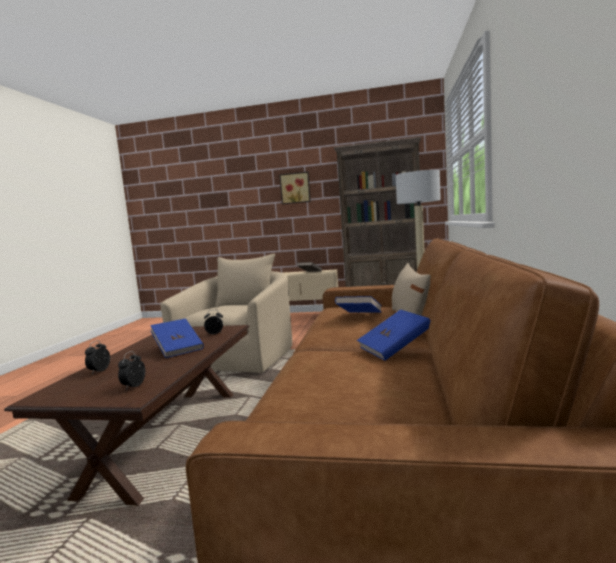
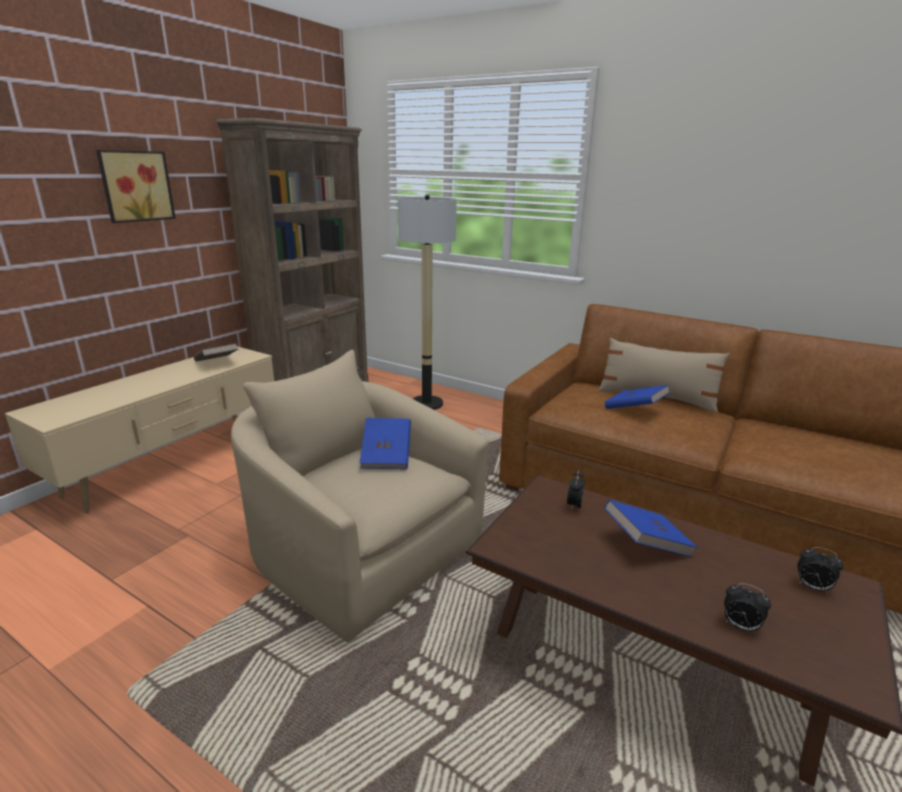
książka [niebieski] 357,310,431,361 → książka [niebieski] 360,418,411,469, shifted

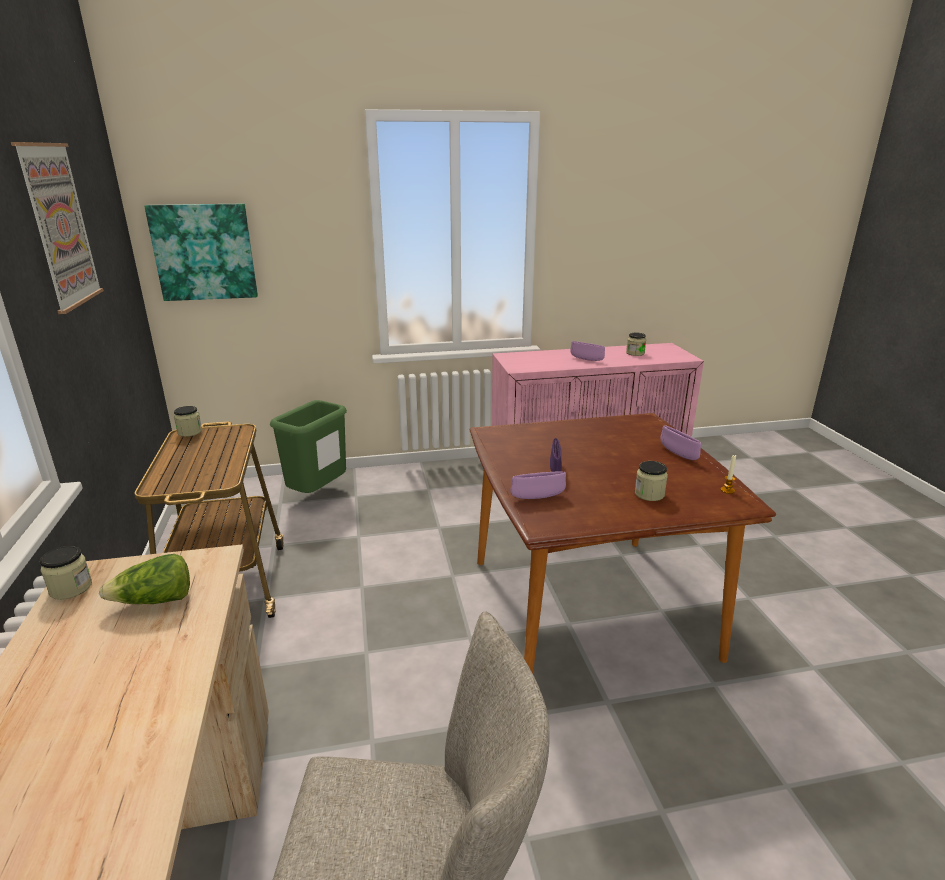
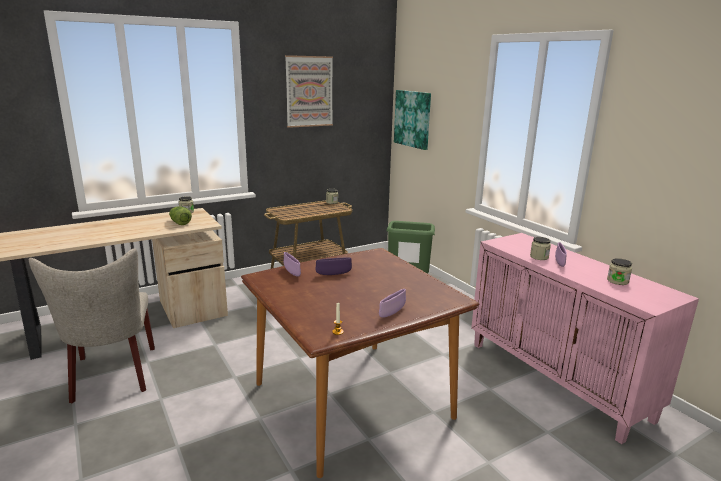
słoik 635,461,668,501 → słoik 530,237,551,260, shifted

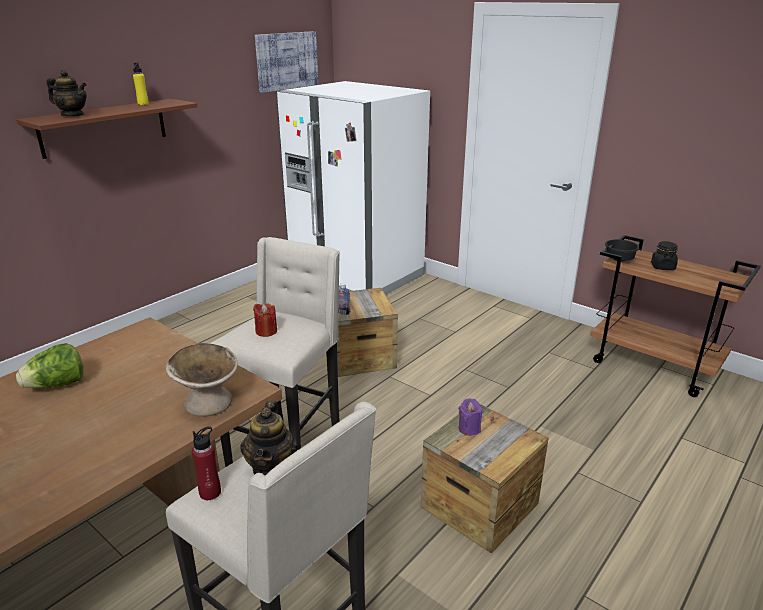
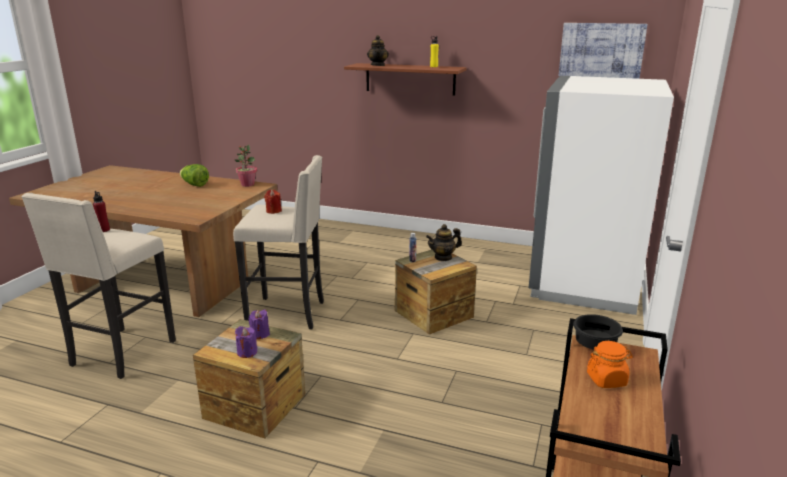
słoik [czarny] 651,241,678,270 → słoik [pomarańczowy] 587,341,633,388
miska [beżowy] 166,343,238,417 → -
imbryk 240,400,298,476 → imbryk 426,224,462,261, shifted
- → roślina doniczkowa 235,145,257,187
- → świeca [fioletowy] 235,326,257,358

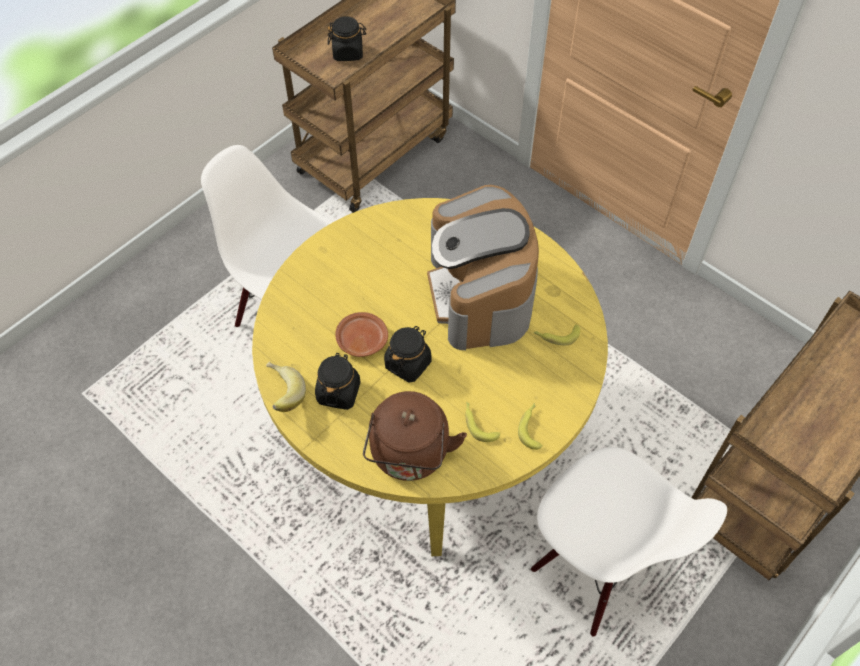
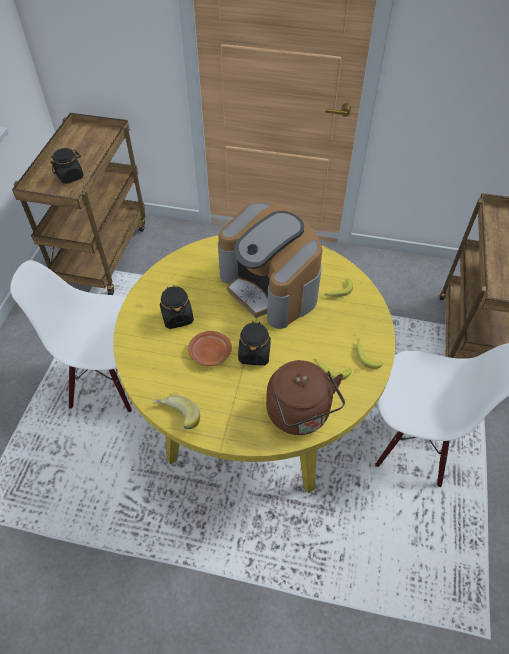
słoik [czarny] 315,353,360,410 → słoik [czarny] 160,285,194,329, shifted

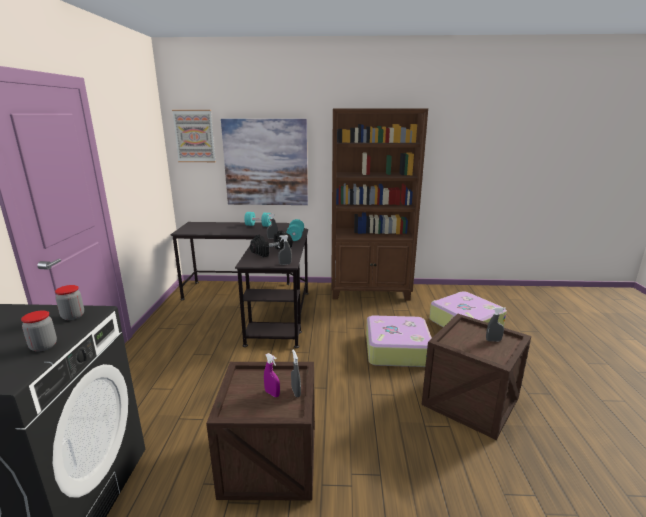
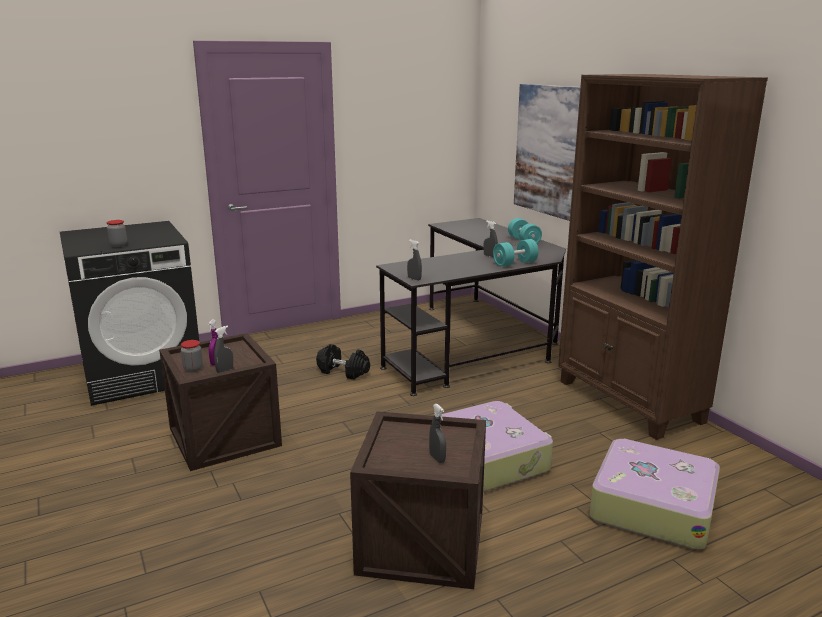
obraz 172,110,216,162 → -
hantel [czarny] 250,230,293,257 → hantel [czarny] 316,344,370,379, shifted
słoik 55,285,84,320 → słoik 181,340,203,372, shifted

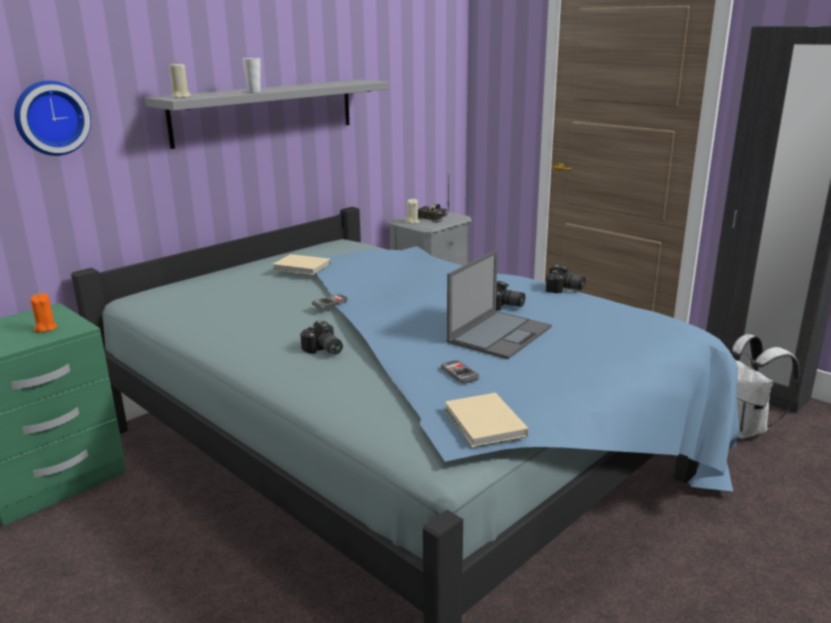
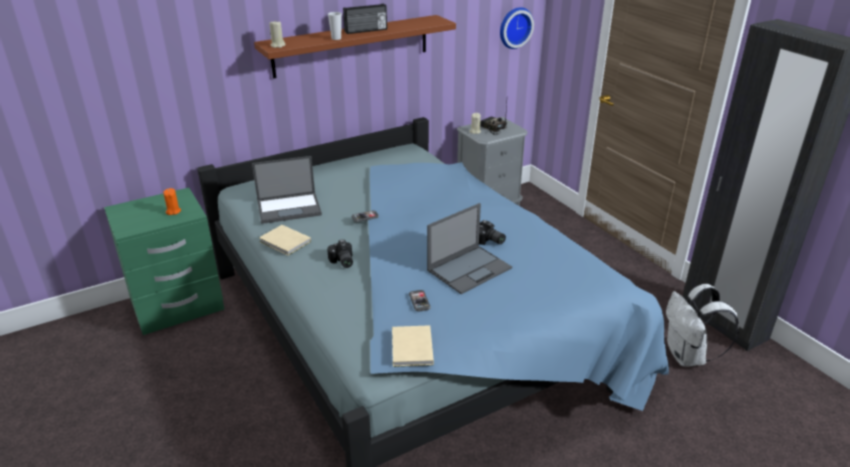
półka [szary] 145,80,389,149 → półka [brązowy] 254,15,456,79
zegar ścienny 14,81,91,156 → zegar ścienny 500,7,534,49, shifted
książka [beżowy] 272,254,331,275 → książka [beżowy] 259,225,311,256, shifted
aparat fotograficzny 546,265,585,293 → -
- → radio 343,4,387,34
- → laptop 252,156,322,224

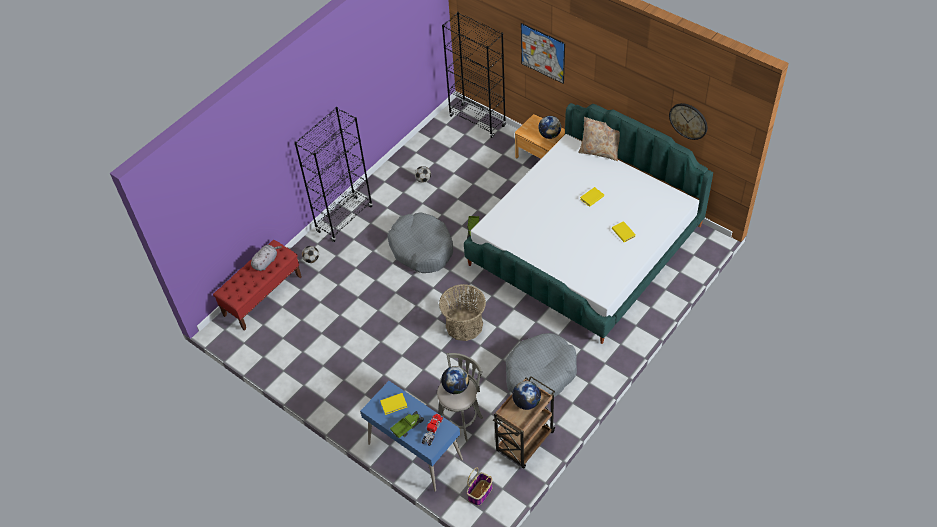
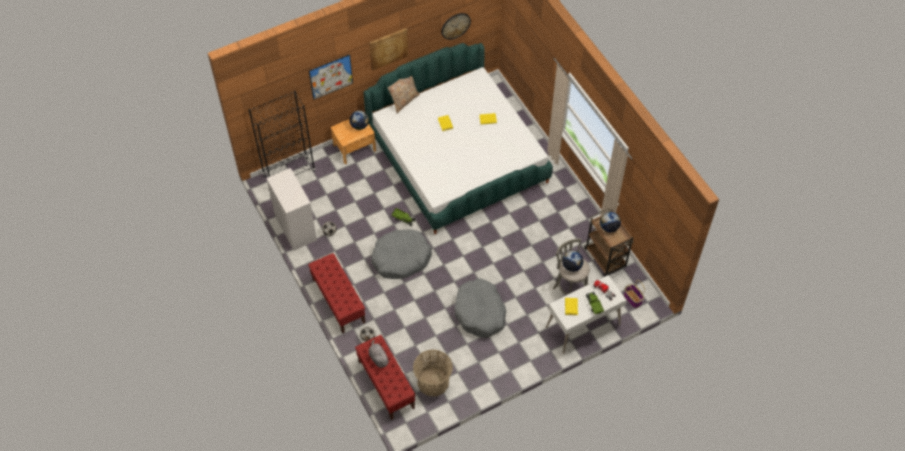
regał [czarny] 294,107,373,242 → ławka [czerwony] 308,253,365,334
koszyk 439,284,486,341 → koszyk 413,349,453,397, shifted
legowisko [szary] 506,333,577,397 → legowisko [szary] 454,278,506,338, shifted
biurko [niebieski] 360,381,463,492 → biurko [biały] 546,275,627,354
- → obraz 369,28,408,71
- → komoda [biały] 266,168,317,250

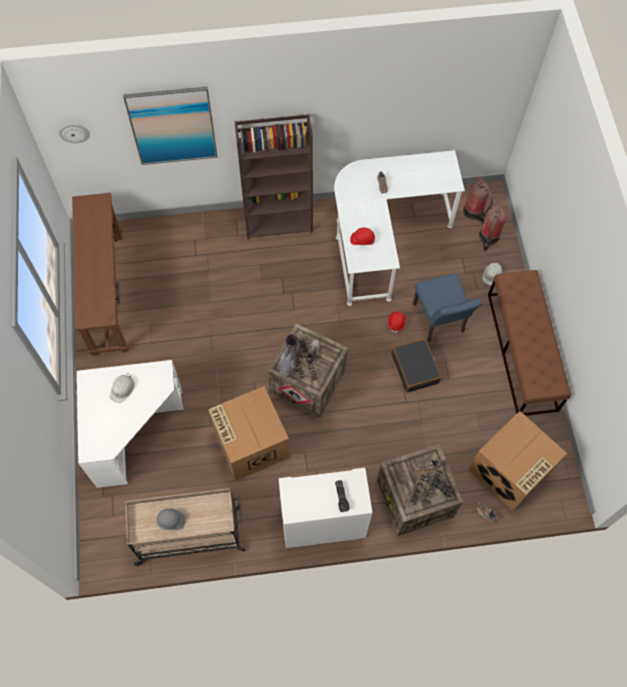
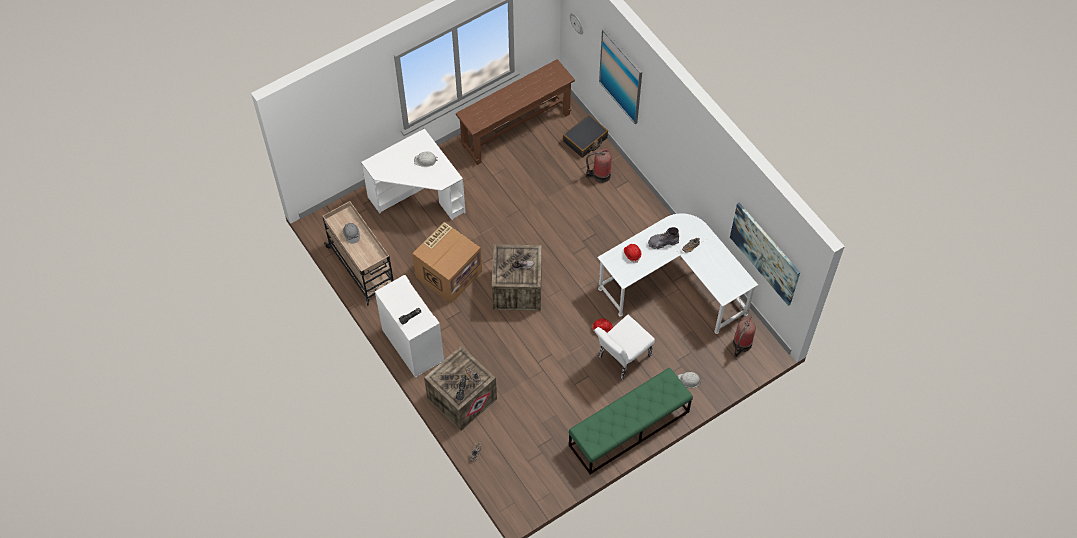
regał [brązowy] 234,114,313,239 → -
gaśnica 479,201,506,251 → gaśnica 586,149,612,183, shifted
ławka [brązowy] 488,270,571,416 → ławka [zielony] 569,368,693,474
krzesło [niebieski] 413,273,482,342 → krzesło [biały] 594,315,655,380
but z cholewką [szary] 278,334,299,376 → but z cholewką [szary] 648,227,679,249, shifted
walizka [czarny] 391,338,442,393 → walizka [czarny] 563,115,608,158, shifted
karton 469,411,567,511 → -
- → obraz 730,203,800,306

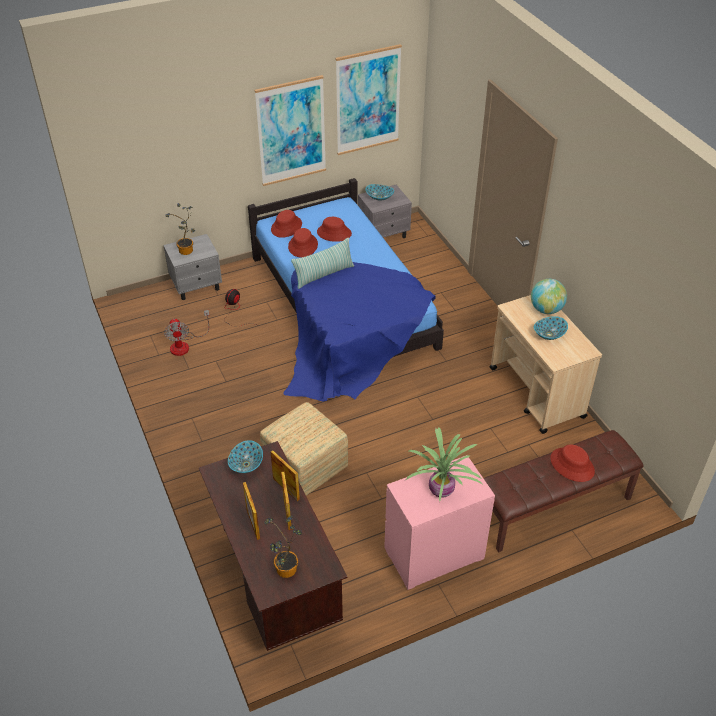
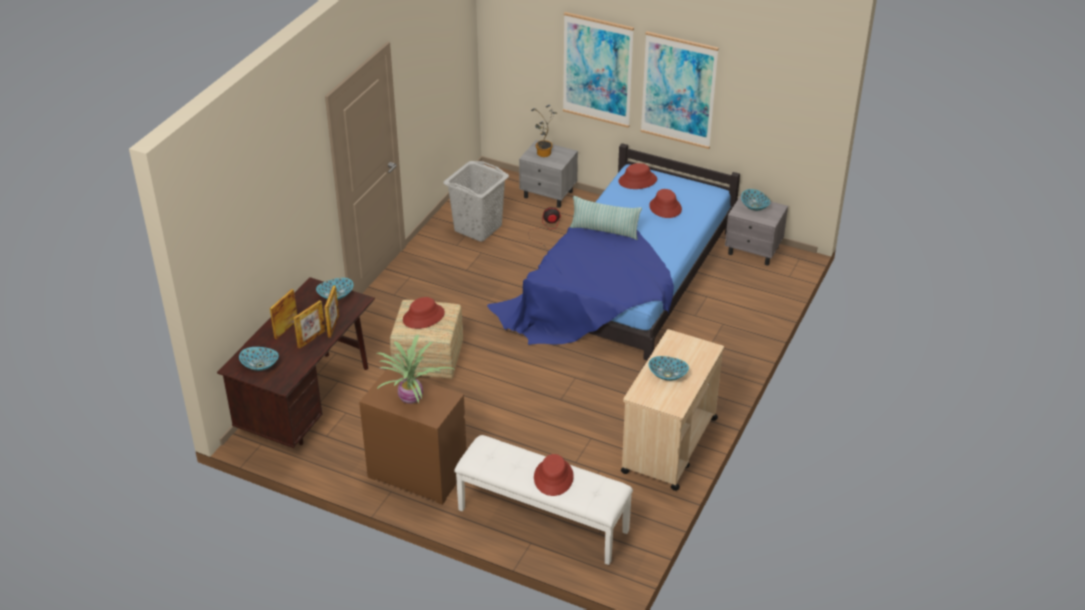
obraz 336,44,402,155 → obraz 563,12,634,128, shifted
kapelusz [czerwony] 288,228,318,257 → kapelusz [czerwony] 403,297,445,329, shifted
globus 531,279,567,314 → -
wentylator 164,310,209,356 → kosz na pranie [szary] 443,161,509,241
ławka [brązowy] 483,430,644,552 → ławka [biały] 454,435,633,565
komoda [różowy] 384,455,495,590 → komoda [brązowy] 359,369,467,505
roślina doniczkowa 264,516,302,578 → miska 239,347,279,371

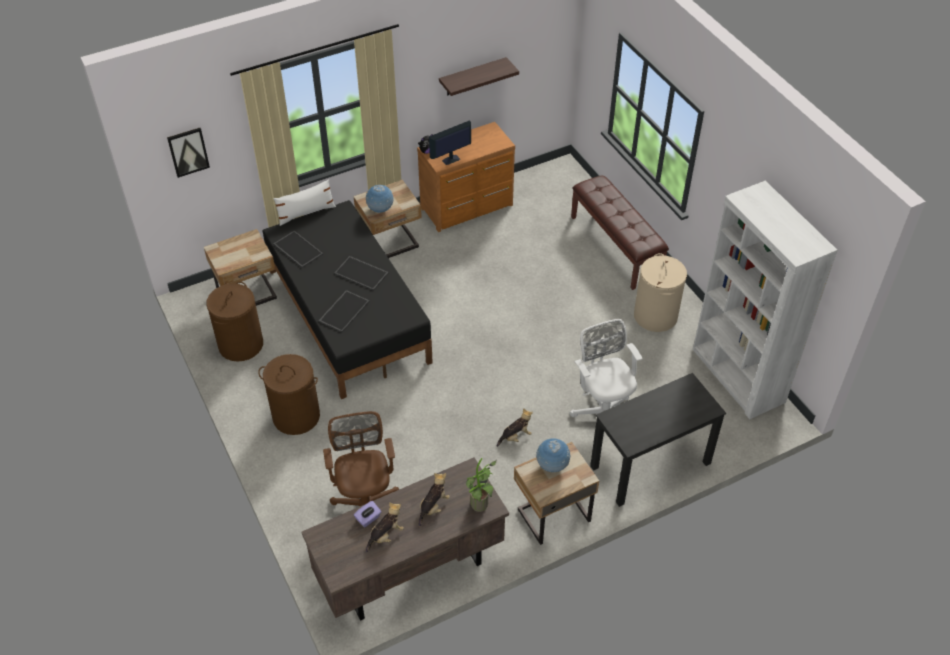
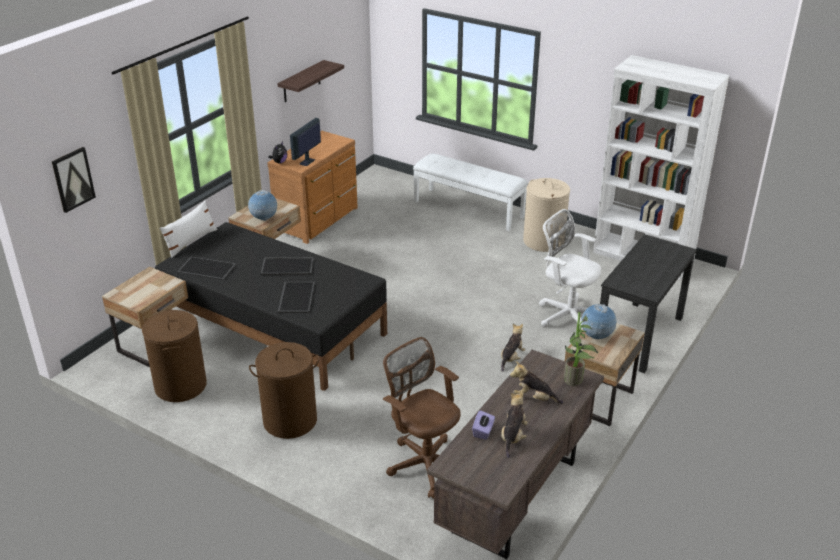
ławka [brązowy] 571,176,669,290 → ławka [biały] 413,154,528,231
pluszak 419,473,450,526 → pluszak 510,361,563,404, 75 degrees counterclockwise

